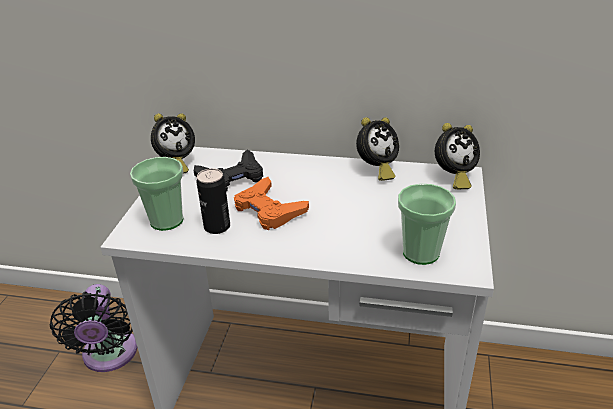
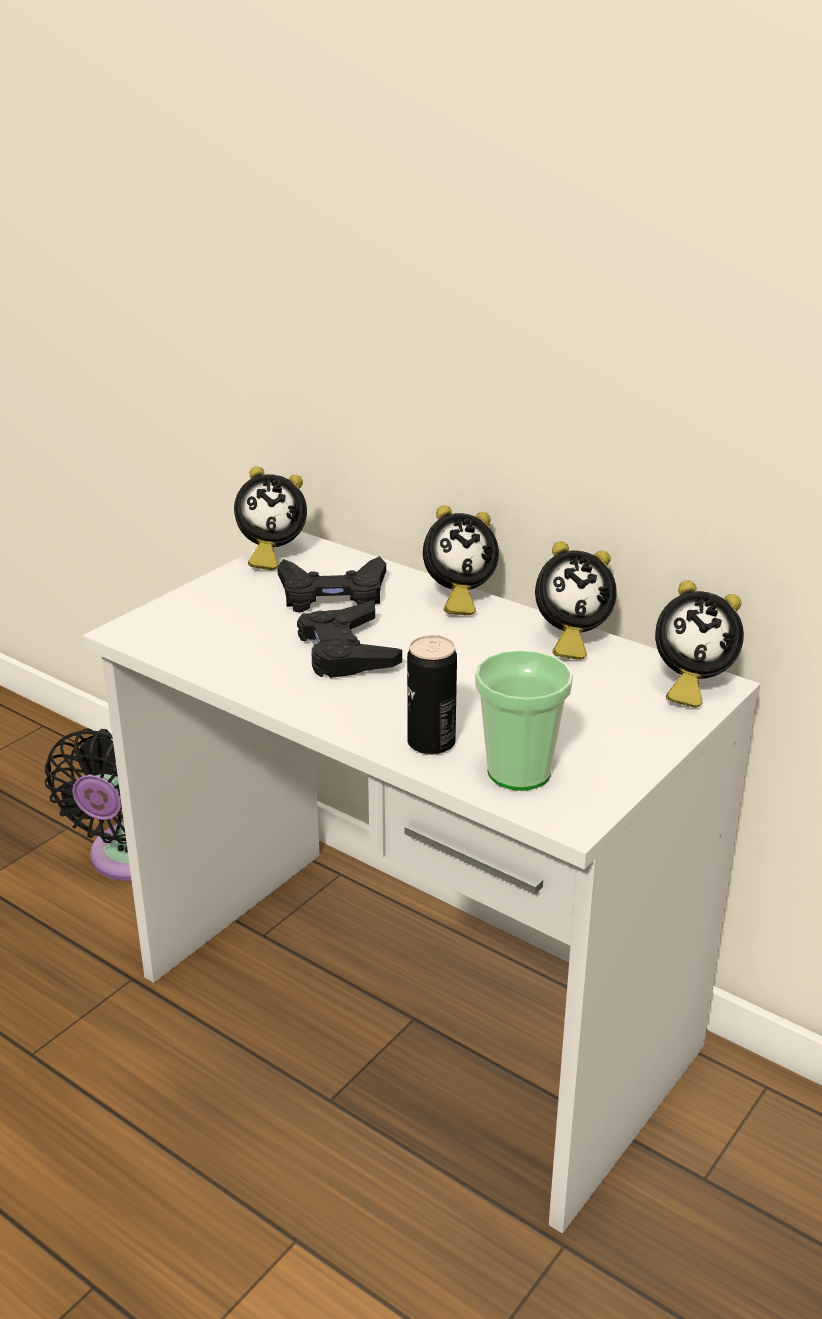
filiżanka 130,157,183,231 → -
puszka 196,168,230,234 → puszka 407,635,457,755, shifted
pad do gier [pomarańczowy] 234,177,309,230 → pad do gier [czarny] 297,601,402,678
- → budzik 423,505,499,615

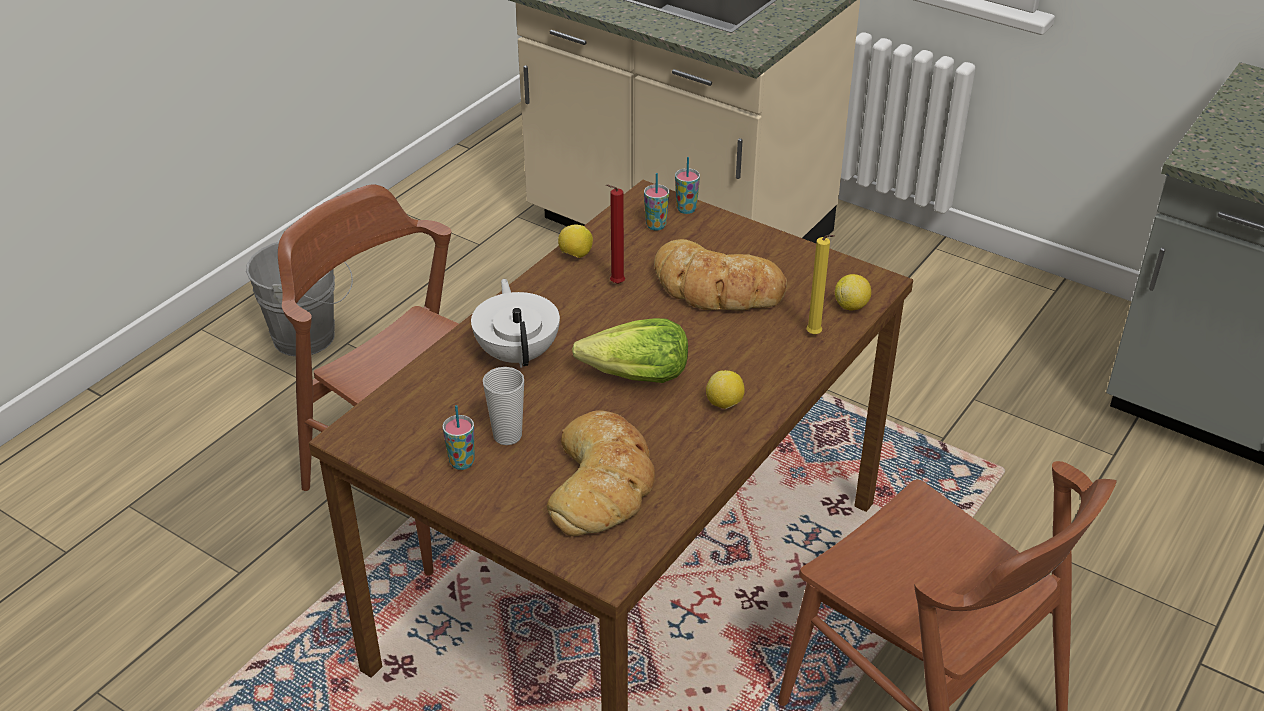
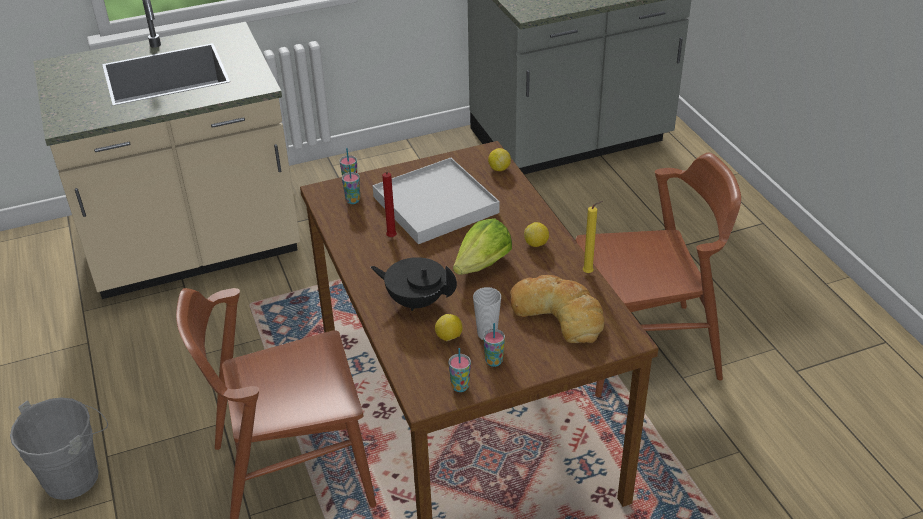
cytryna 558,225,593,258 → cytryna 435,314,462,341, shifted
świeca [żółty] 806,235,834,335 → świeca [żółty] 583,201,603,273, shifted
chleb 654,239,787,311 → taca [biały] 372,158,499,244
imbryk [biały] 471,279,560,368 → imbryk [czarny] 370,257,457,311
- → filiżanka 449,348,471,392

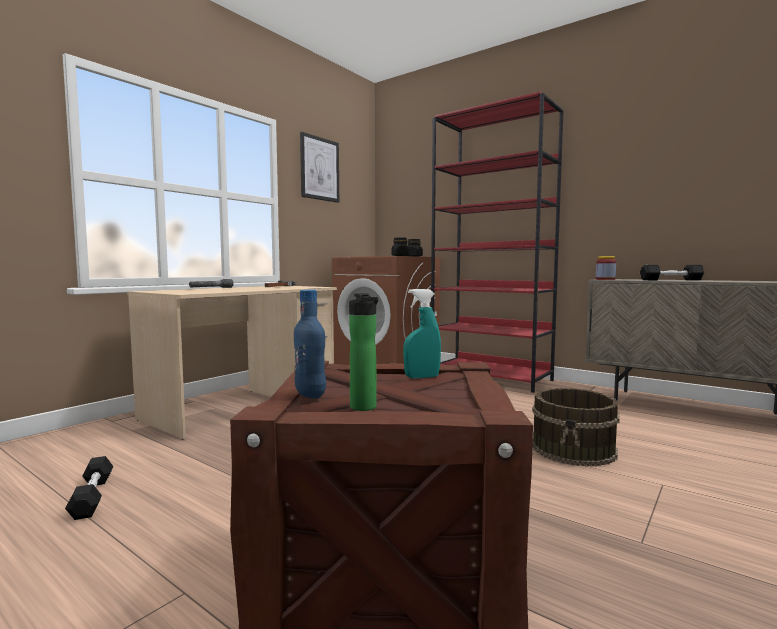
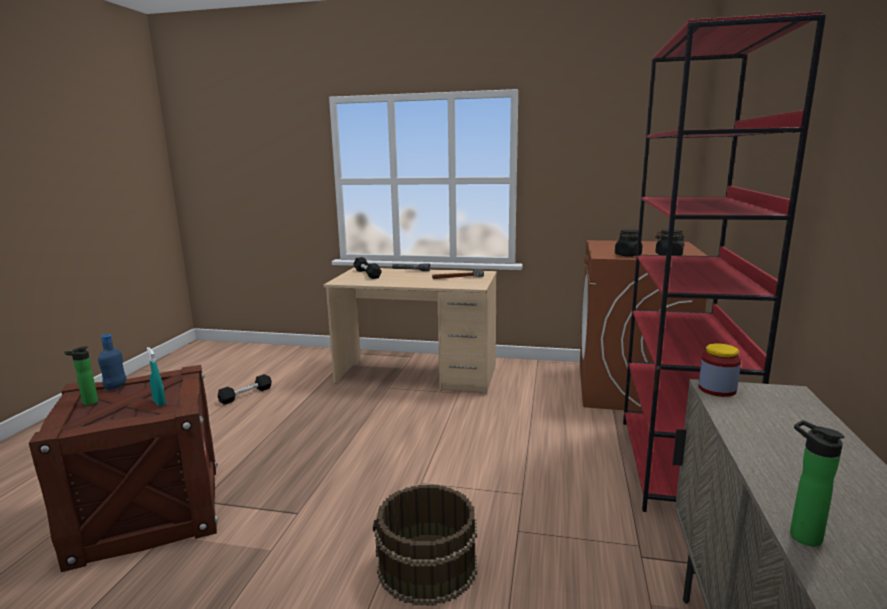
obraz 300,132,339,203 → -
hantel [czarny] 640,265,704,280 → hantel [czarny] 353,257,382,279, shifted
- → butelka 790,420,845,547

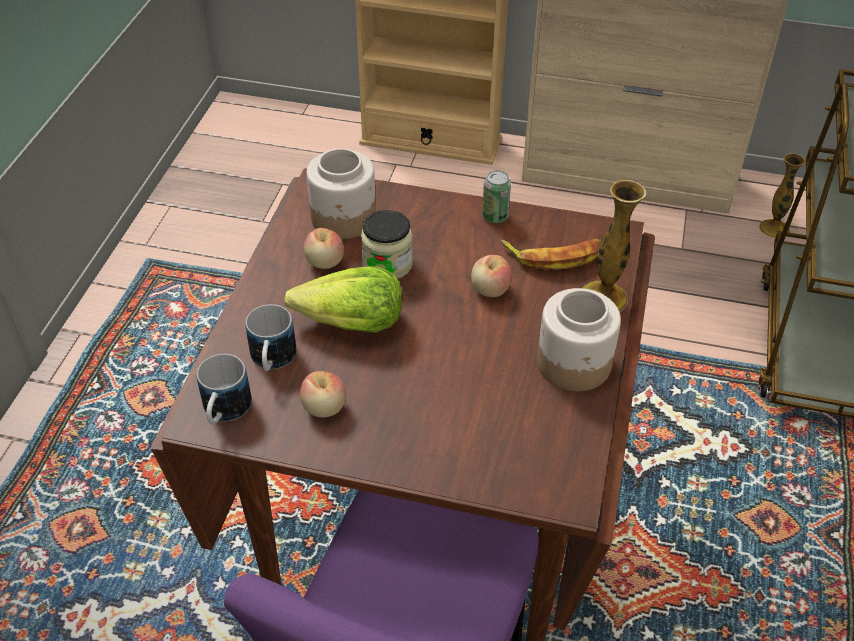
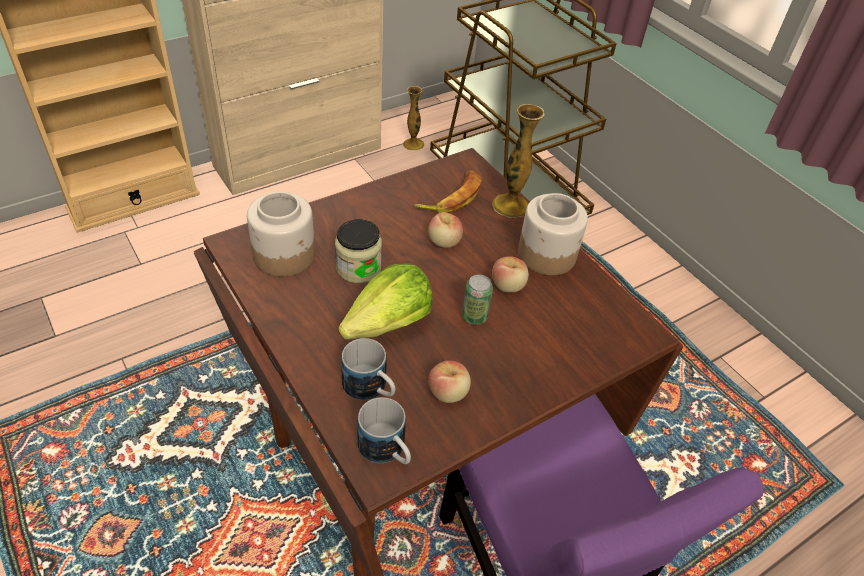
puszka 482,170,511,223 → puszka 462,274,493,325, shifted
jabłko 303,228,344,269 → jabłko 492,256,529,293, shifted

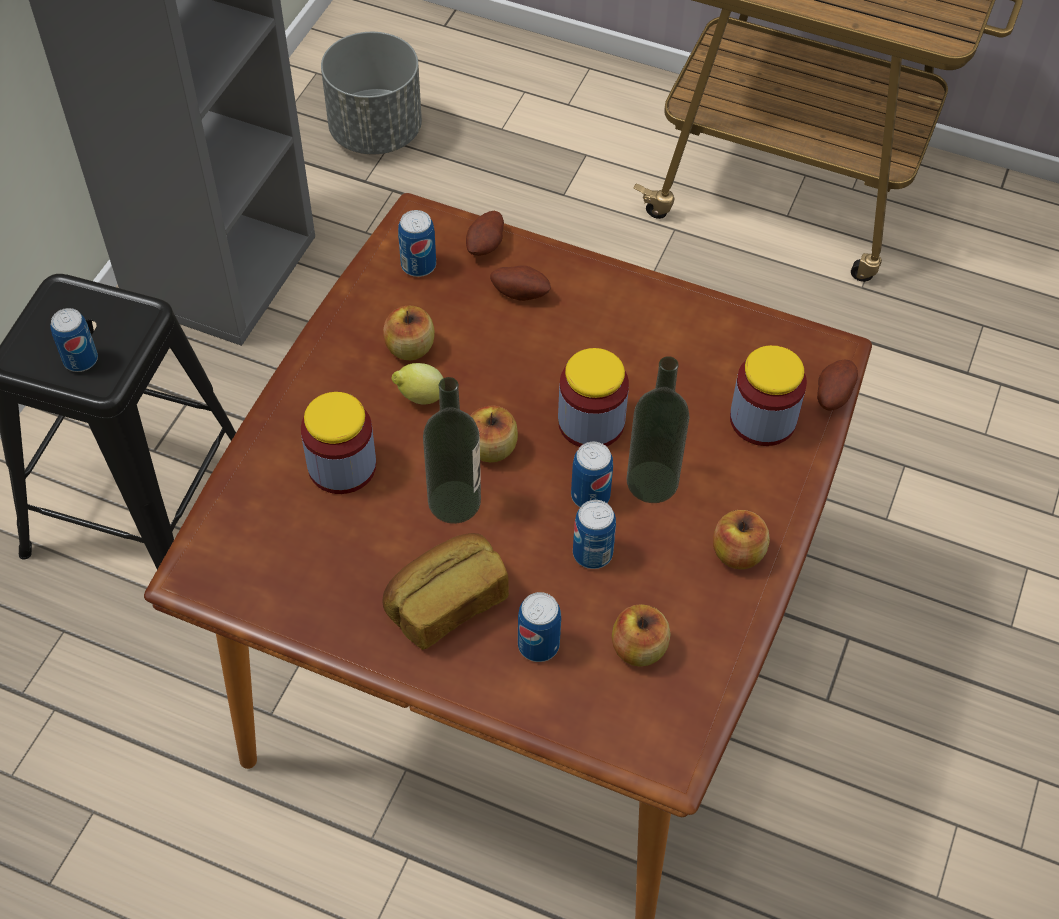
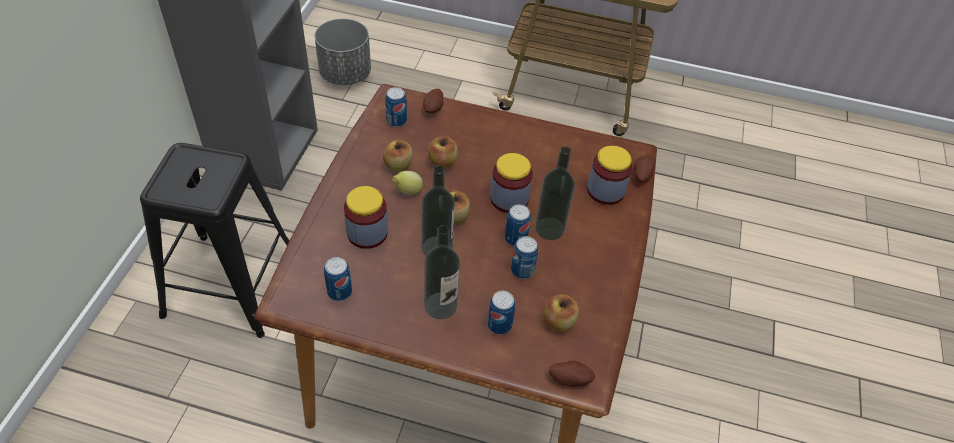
ziemniak 490,266,551,301 → ziemniak 549,361,595,387, shifted
puszka 50,308,98,372 → puszka 324,257,352,301, shifted
jabłko 713,510,770,569 → jabłko 428,137,458,169, shifted
chleb 382,533,509,650 → butelka 424,225,460,319

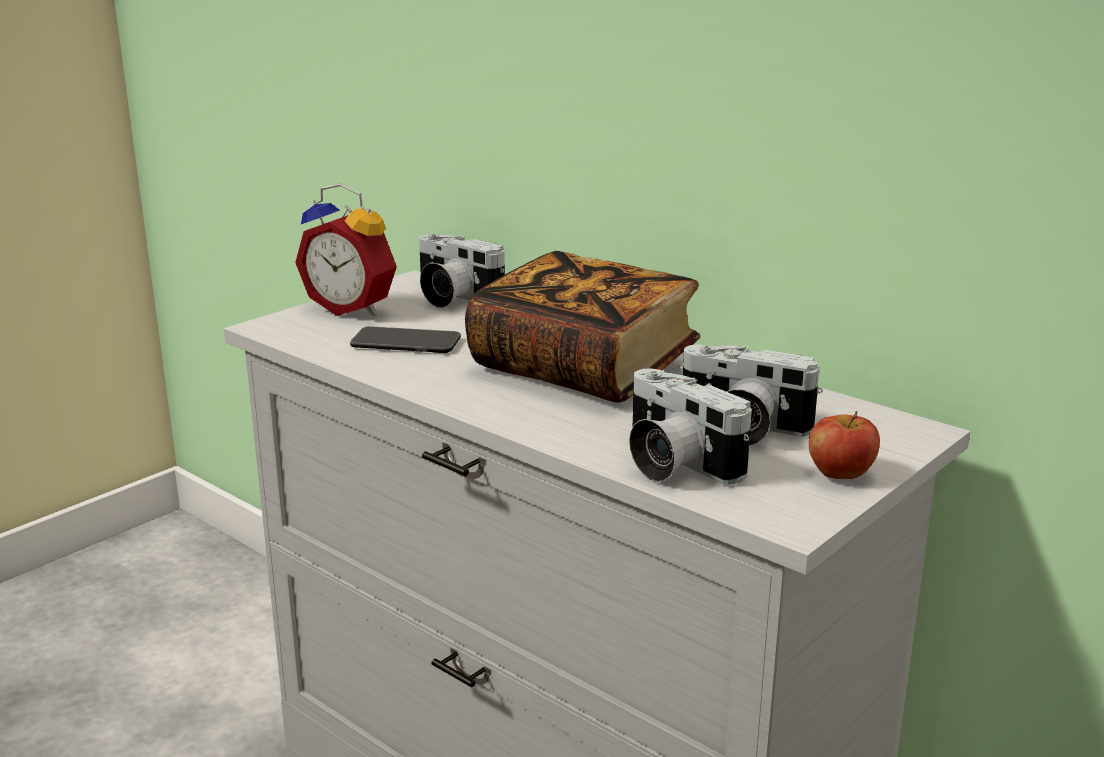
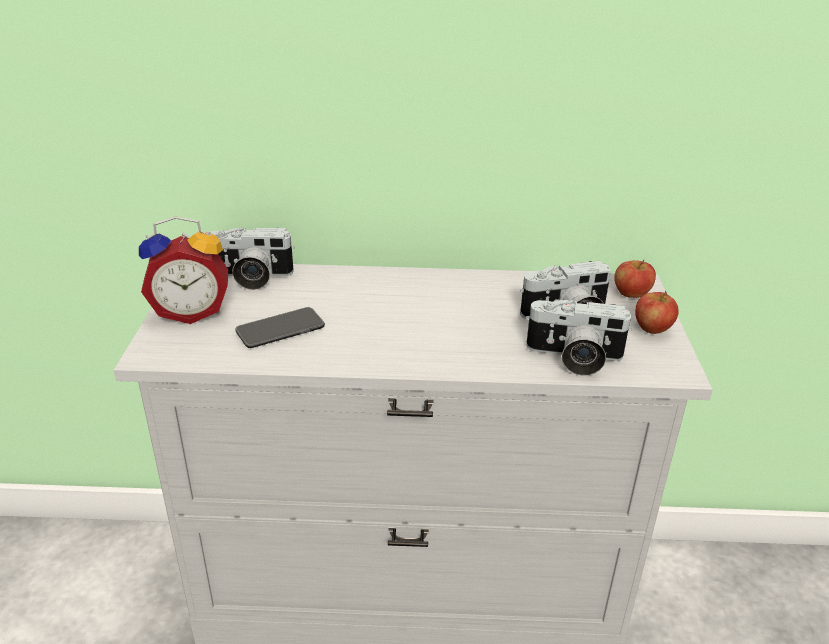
książka 465,251,700,403 → -
- → jabłko 614,260,656,298

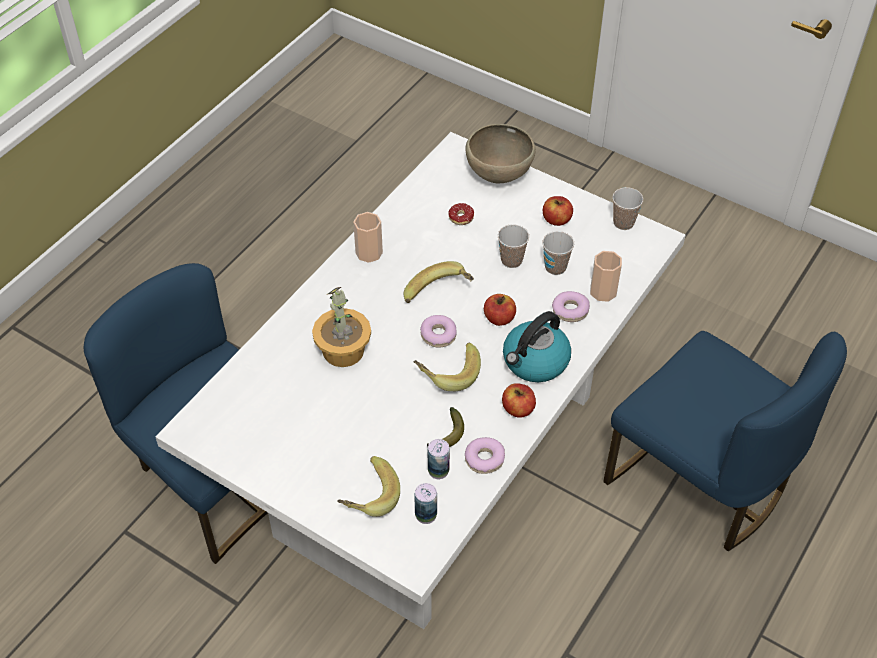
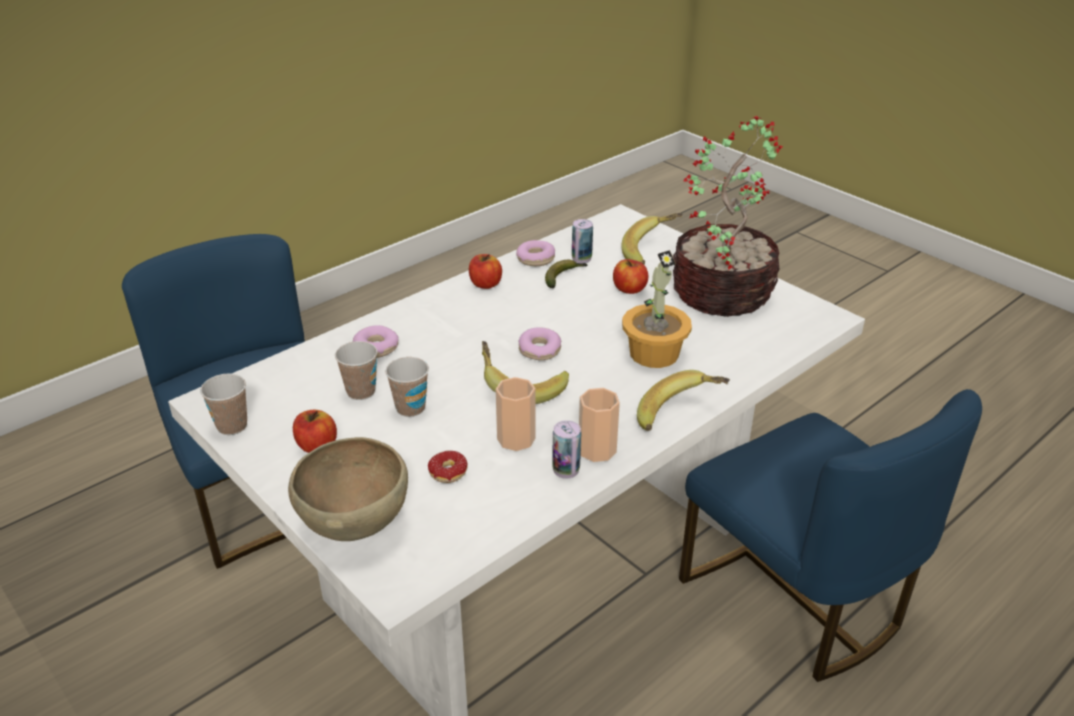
filiżanka 590,251,622,302 → filiżanka 496,377,536,451, shifted
jabłko 484,294,516,326 → jabłko 613,259,648,294, shifted
czajnik 503,311,571,382 → -
banan 413,343,481,391 → banan 637,370,730,431, shifted
puszka 414,483,437,524 → puszka 552,420,581,479, shifted
- → roślina doniczkowa 673,116,783,317

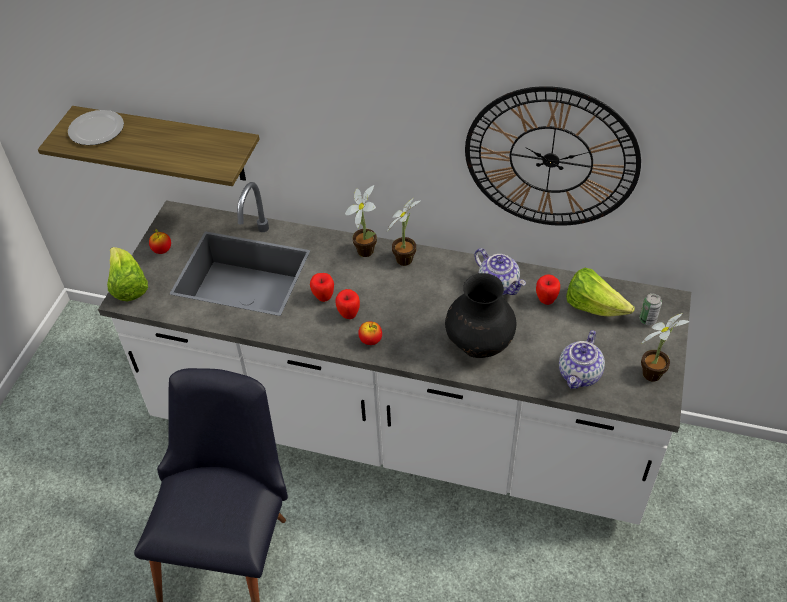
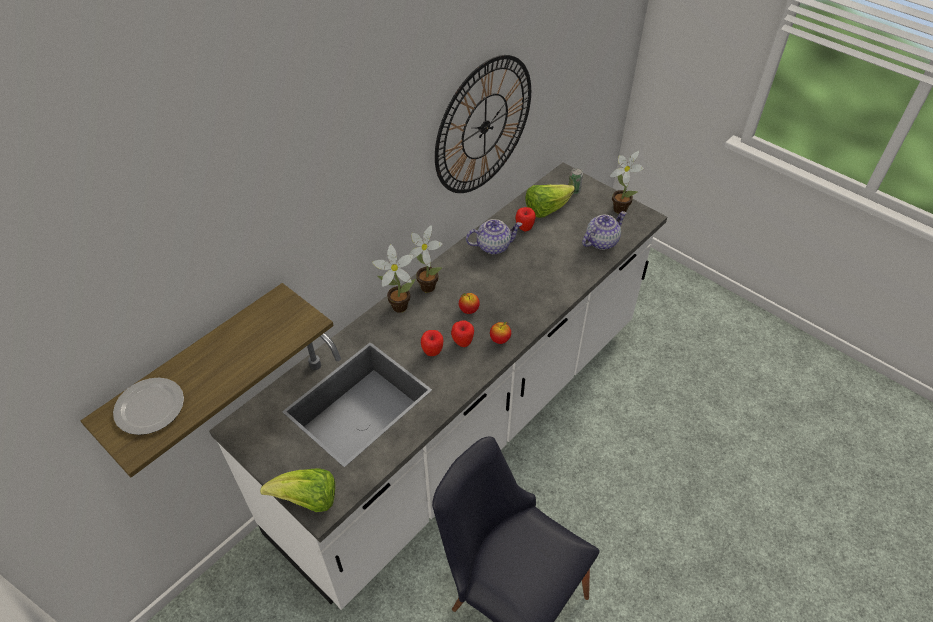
jabłko 149,229,171,254 → jabłko 459,293,480,314, shifted
wazon [czarny] 445,273,517,358 → -
imbryk 559,330,605,389 → imbryk 582,211,626,250, 90 degrees counterclockwise

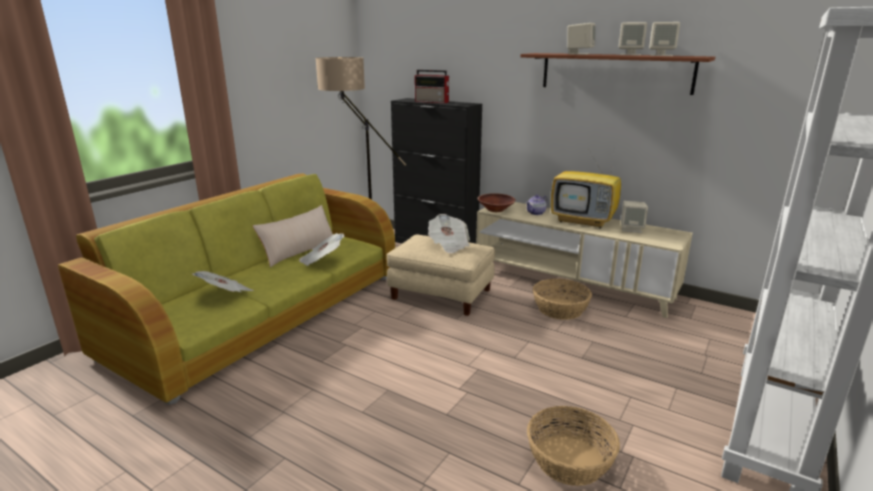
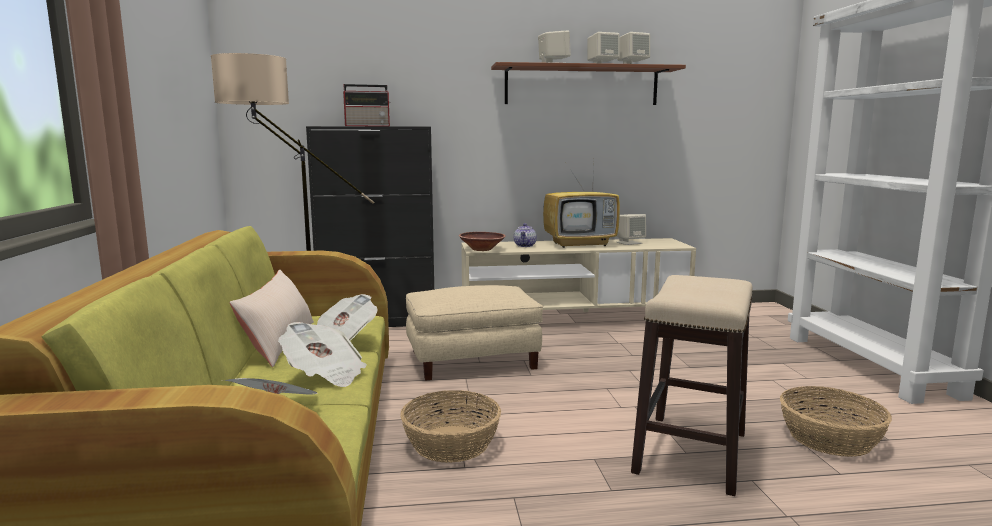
gazeta 428,214,470,254 → gazeta 278,322,367,387, shifted
koszyk 533,279,592,320 → koszyk 400,390,501,463, shifted
- → stołek 631,275,753,496

